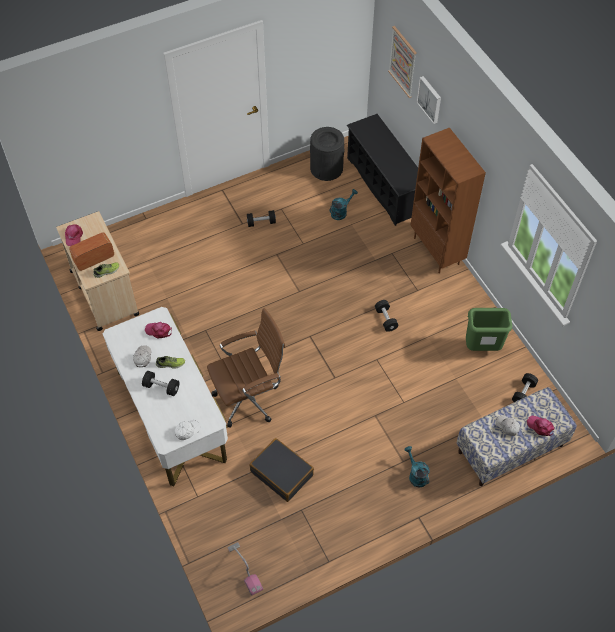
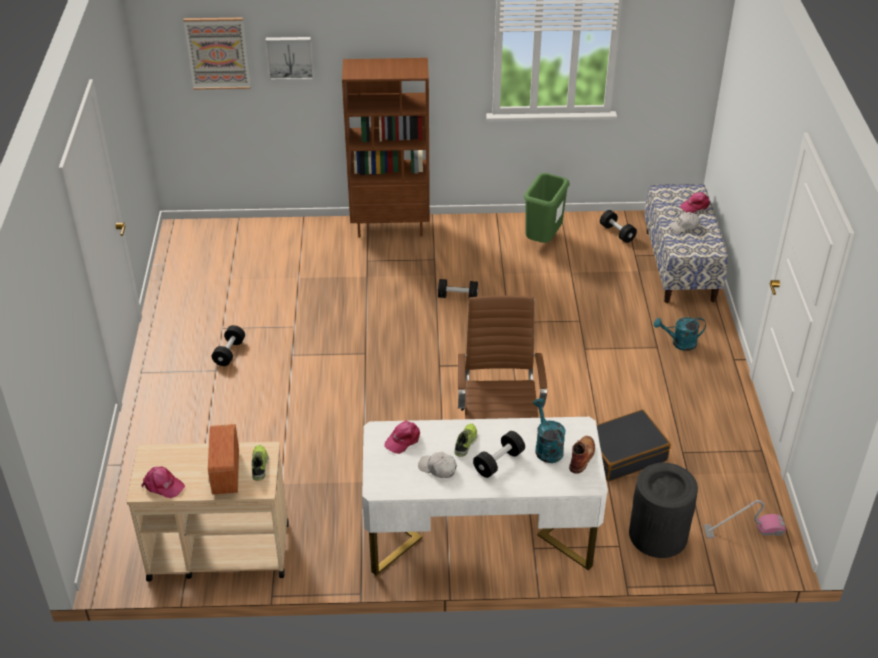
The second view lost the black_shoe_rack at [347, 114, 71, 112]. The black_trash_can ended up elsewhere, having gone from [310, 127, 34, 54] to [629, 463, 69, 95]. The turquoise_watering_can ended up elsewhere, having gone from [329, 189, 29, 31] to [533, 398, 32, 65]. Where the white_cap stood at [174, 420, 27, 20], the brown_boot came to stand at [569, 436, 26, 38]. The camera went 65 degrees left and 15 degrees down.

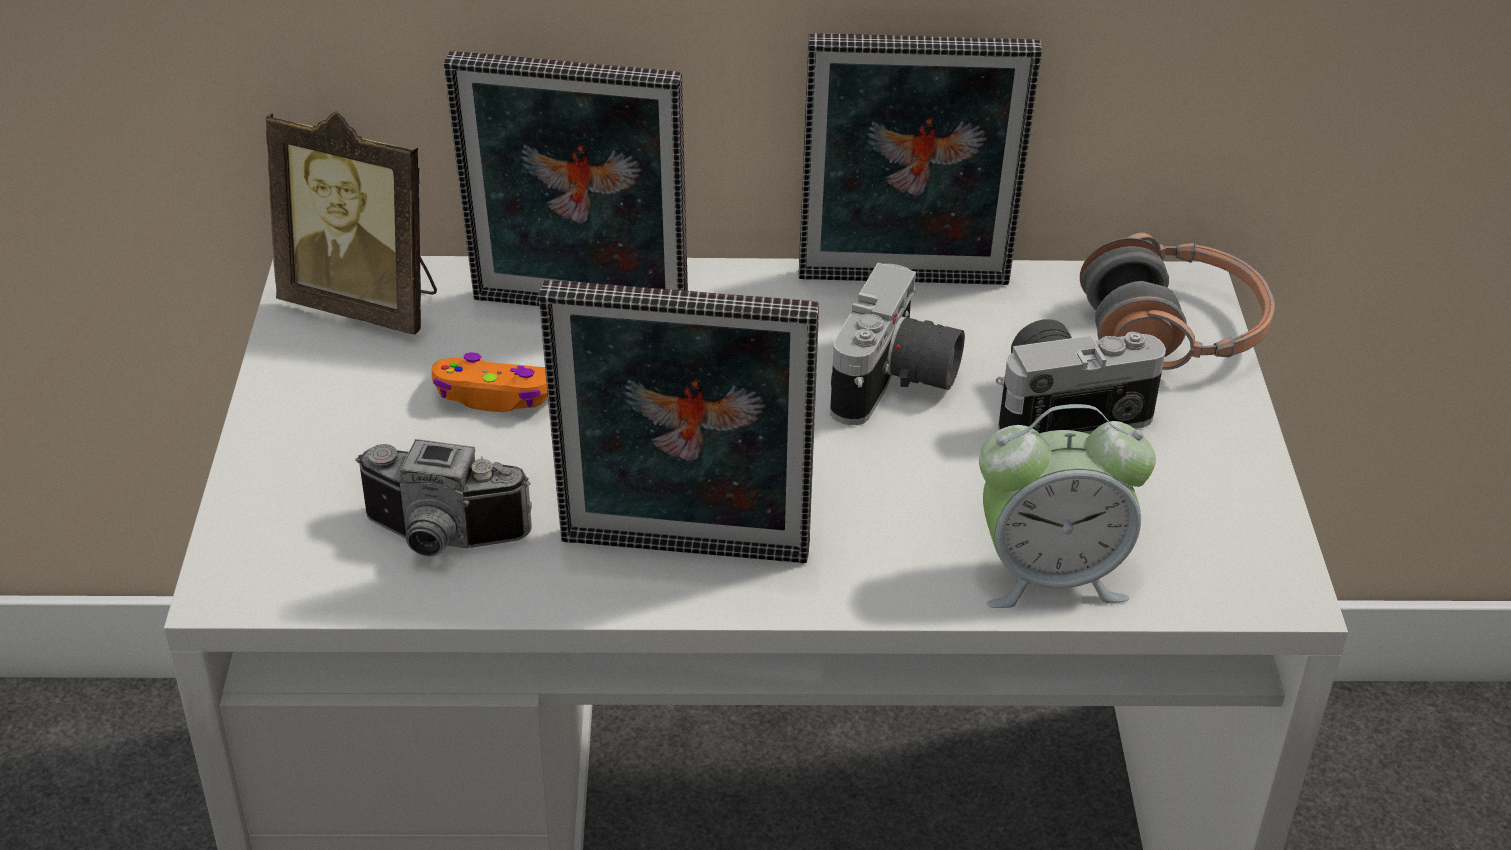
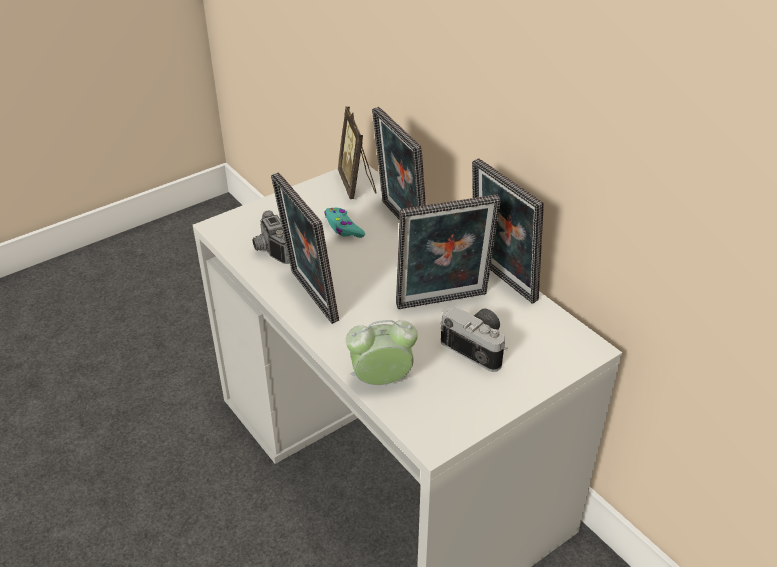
The second view lost the headphones at [1080, 233, 195, 137]. Where the photo_camera stood at [830, 263, 135, 162], the picture_frame came to stand at [396, 195, 105, 114]. What was the orange_game_controller at [432, 352, 116, 60] turned into the turquoise_game_controller at [324, 208, 41, 30]. The alarm_clock at [979, 404, 177, 204] ended up facing another way, 120 degrees clockwise from before. The camera went 55 degrees right and 0 degrees up.

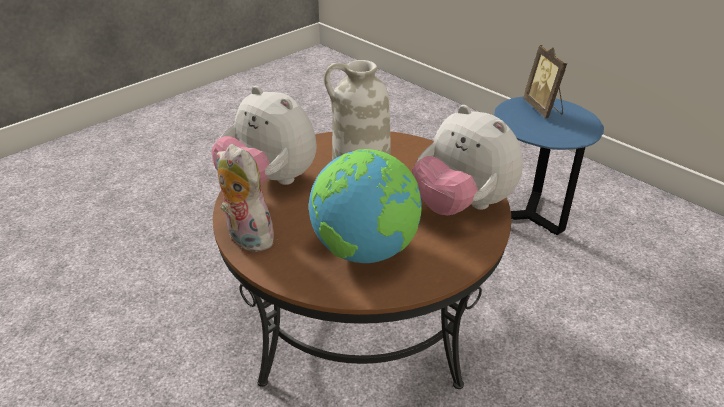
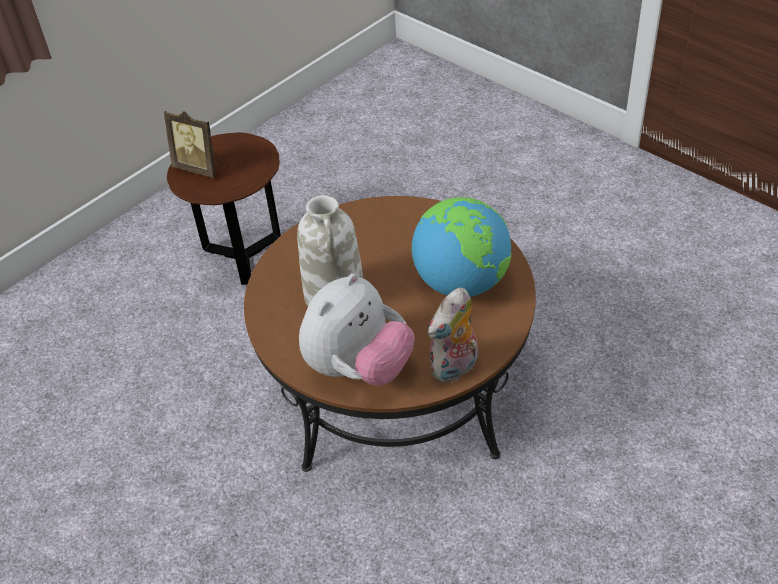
The picture_frame at [523, 45, 44, 73] ended up facing another way, 45 degrees clockwise from before. What was the blue_side_table at [494, 96, 110, 139] turned into the brown_side_table at [167, 132, 114, 153]. The second view lost the plush_toy at [412, 105, 111, 110]. The camera went 90 degrees left and 10 degrees up.

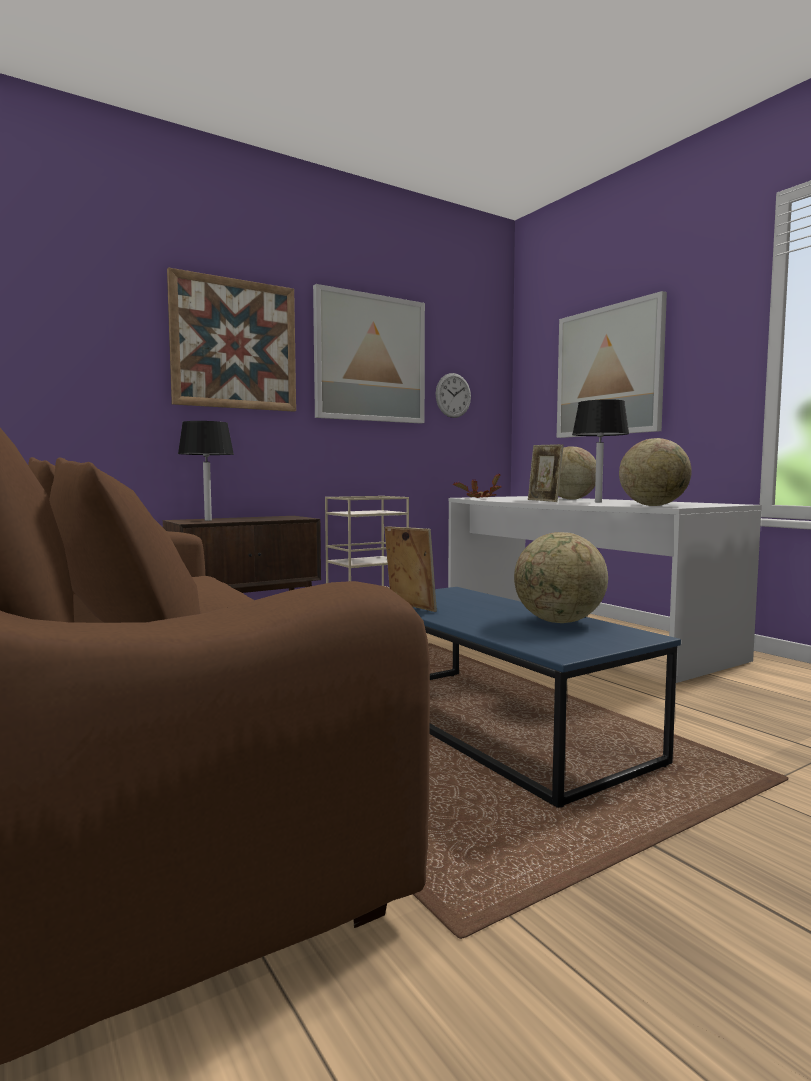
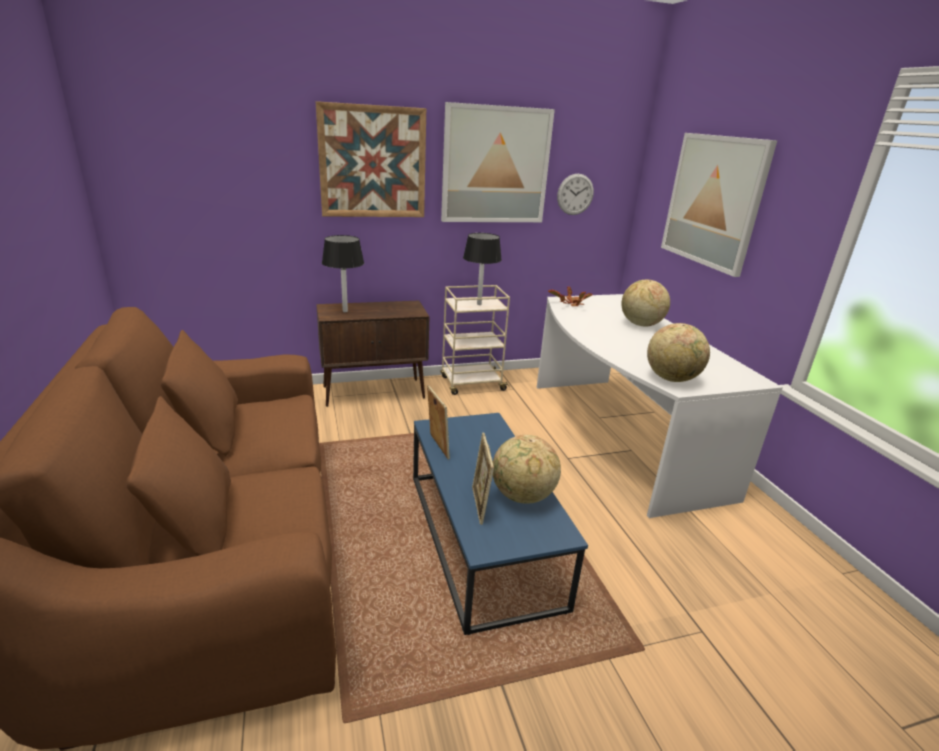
The black_table_lamp ended up elsewhere, having gone from [572, 399, 57, 104] to [463, 233, 39, 72]. The picture_frame ended up elsewhere, having gone from [528, 444, 36, 58] to [472, 433, 22, 92]. The camera went 15 degrees right and 20 degrees up.

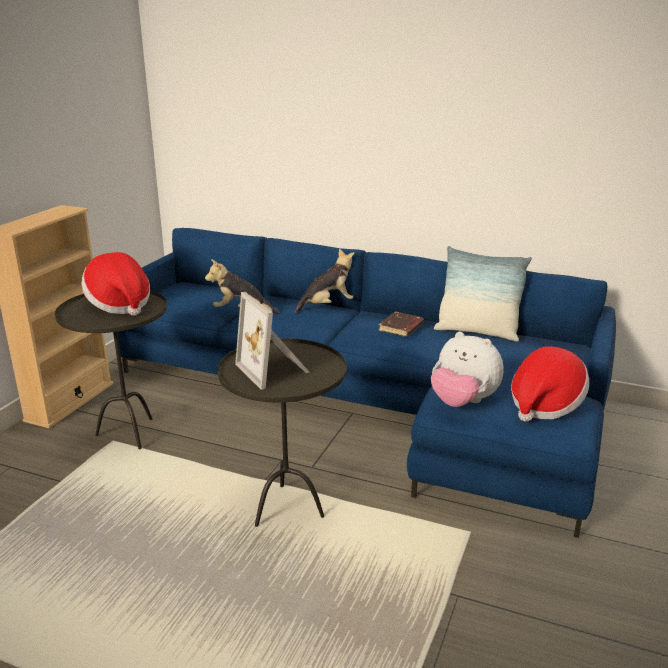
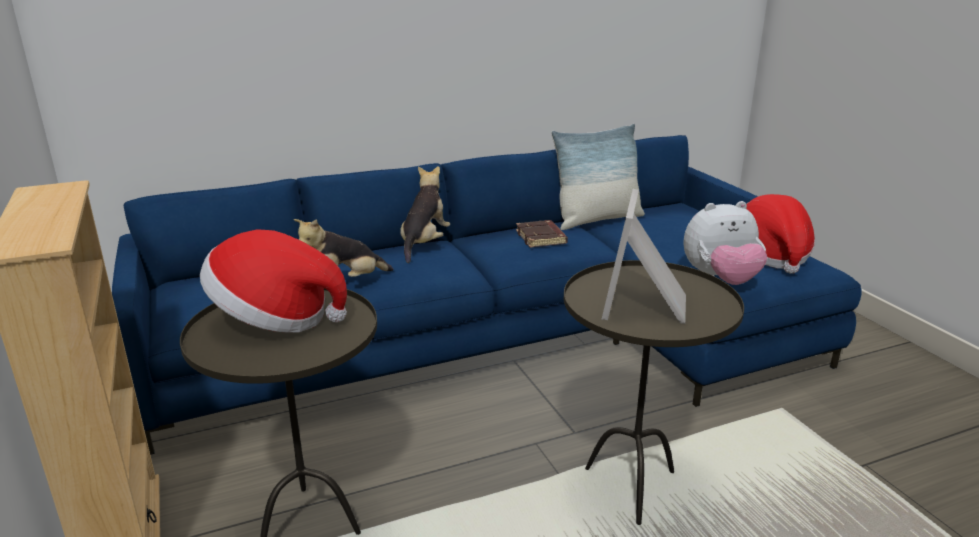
The picture_frame at [235, 292, 75, 98] ended up facing another way, 90 degrees clockwise from before. The camera went 45 degrees left and 0 degrees up.

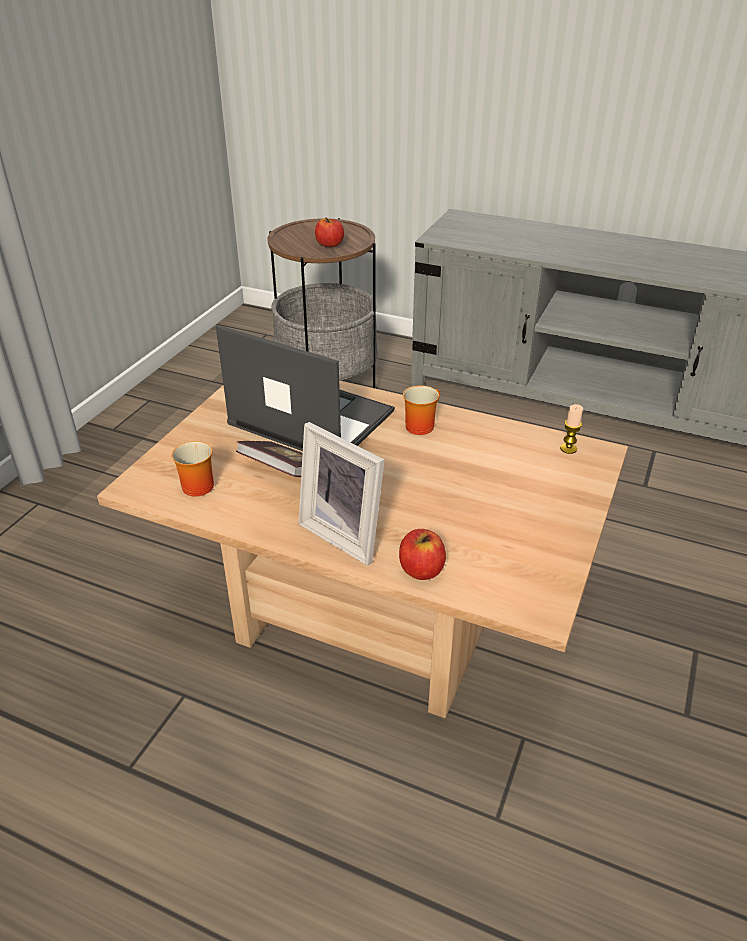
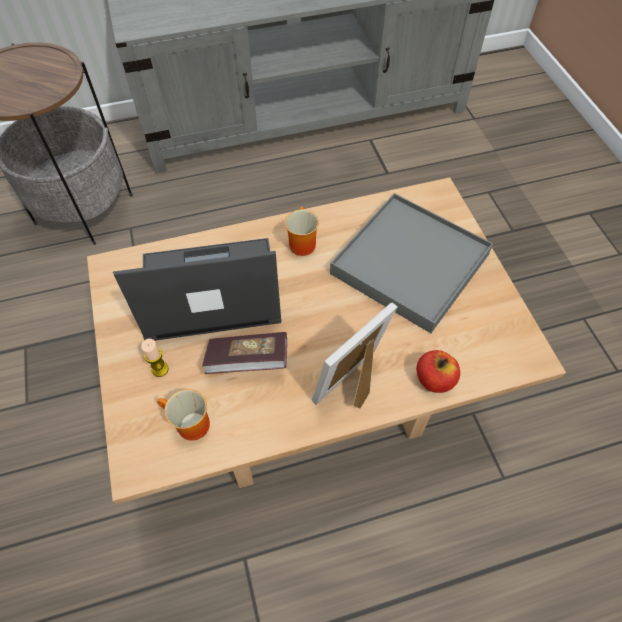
The second view lost the apple at [315, 217, 29, 30]. The candle ended up elsewhere, having gone from [560, 404, 23, 50] to [141, 339, 28, 38]. The picture_frame at [298, 422, 86, 143] ended up facing another way, 135 degrees clockwise from before. The second view gained the grey_tray at [330, 193, 163, 140]. The camera went 40 degrees left and 20 degrees up.

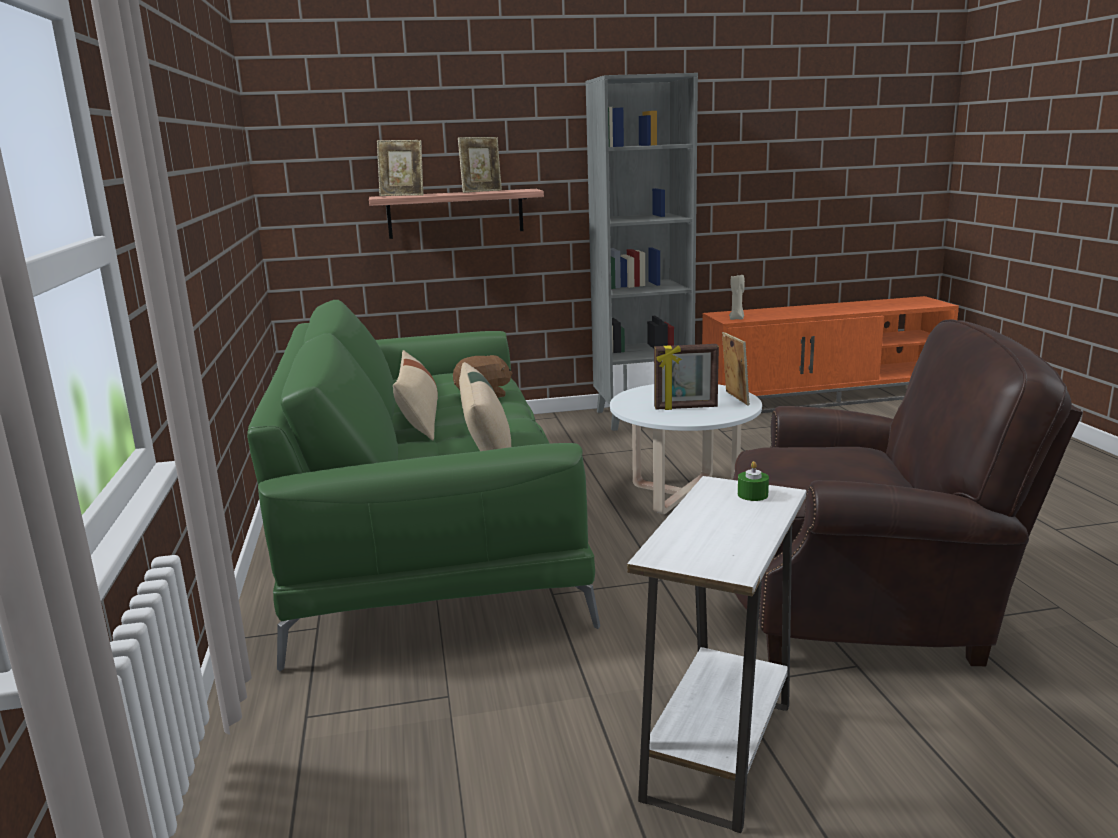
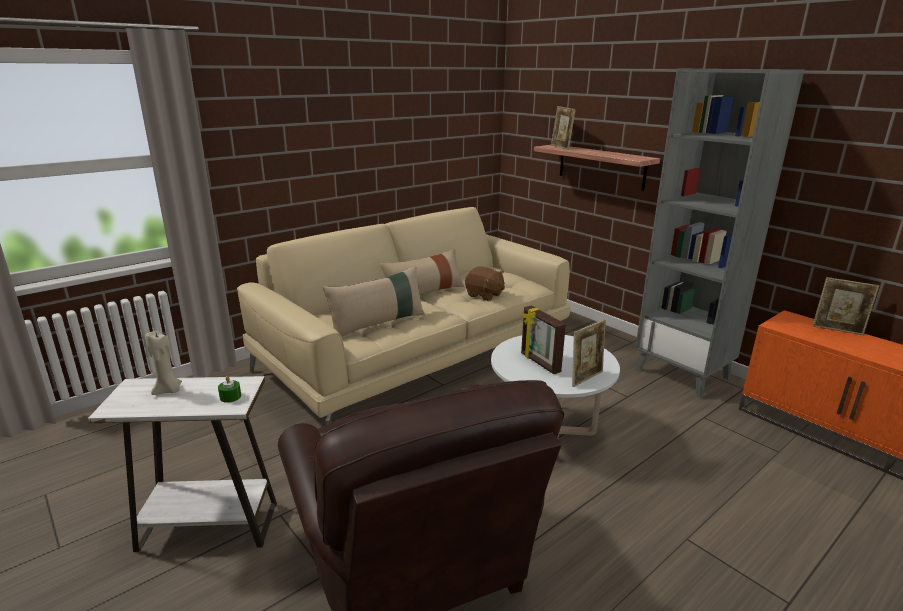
The picture_frame ended up elsewhere, having gone from [458, 137, 44, 56] to [813, 277, 66, 58]. The beige_candle ended up elsewhere, having gone from [729, 275, 16, 45] to [145, 331, 37, 64]. What was the green_sofa at [247, 300, 353, 372] turned into the beige_sofa at [237, 207, 333, 218]. The camera went 60 degrees right and 5 degrees up.

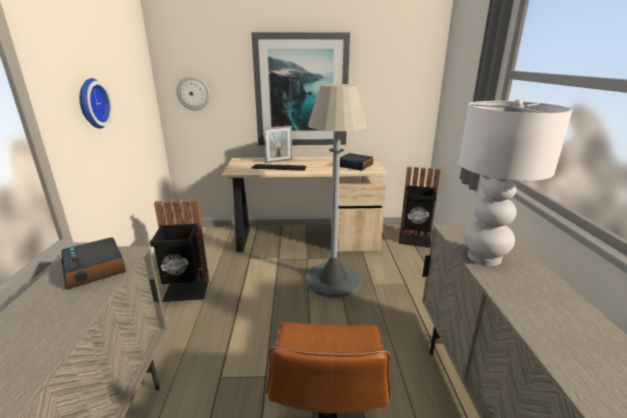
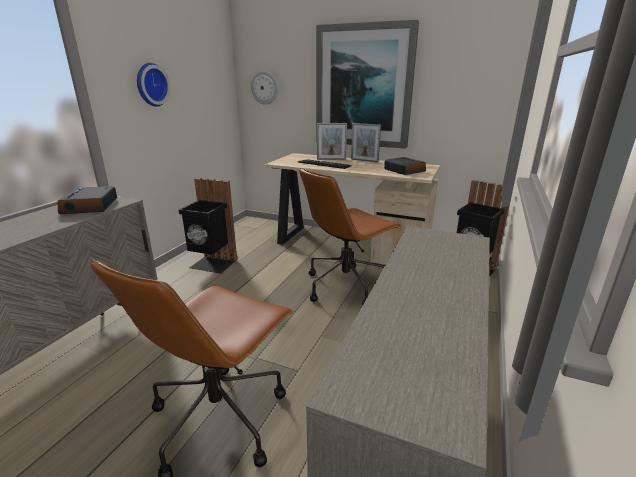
Where the grey_floor_lamp stood at [305, 84, 62, 213], the brown_office_chair came to stand at [299, 168, 102, 138]. The second view lost the white_table_lamp at [459, 99, 113, 167]. The second view gained the picture_frame at [351, 123, 30, 40]. The camera went 25 degrees right and 0 degrees up.

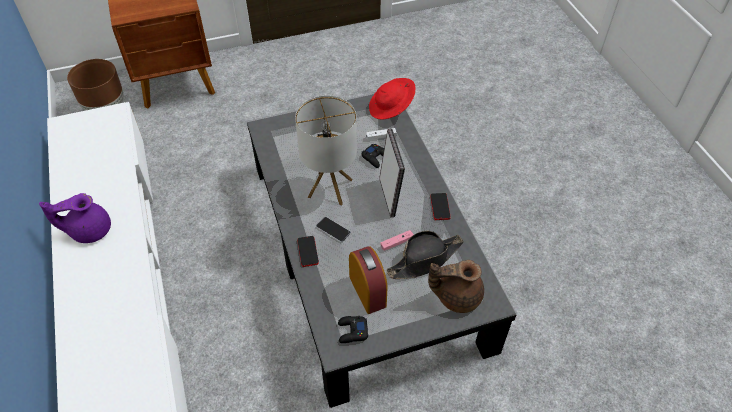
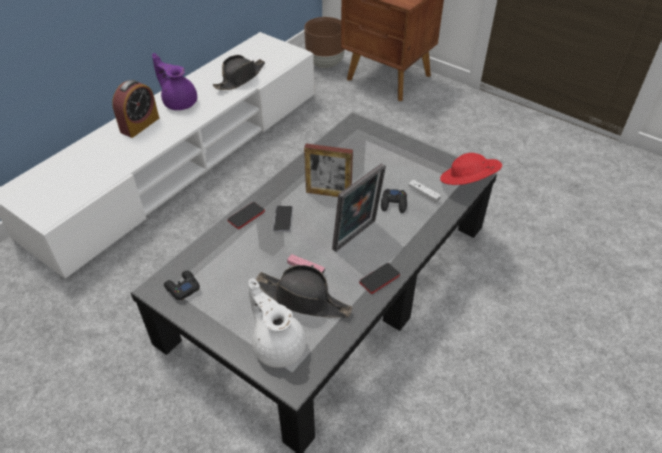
Where the table_lamp stood at [295, 96, 62, 109], the picture_frame came to stand at [304, 144, 49, 53]. The alarm_clock ended up elsewhere, having gone from [349, 246, 38, 68] to [112, 80, 47, 58]. What was the brown_teapot at [428, 260, 56, 53] turned into the white_teapot at [248, 278, 58, 90]. The second view gained the black_hat at [213, 55, 52, 35]. The camera went 55 degrees right and 5 degrees down.

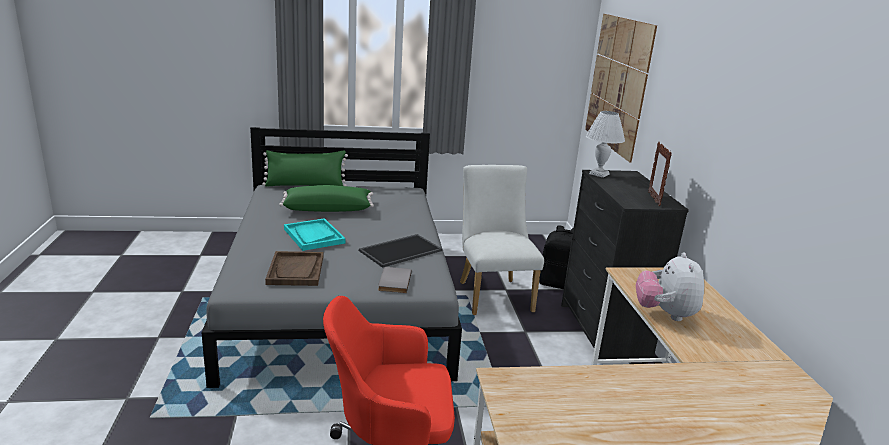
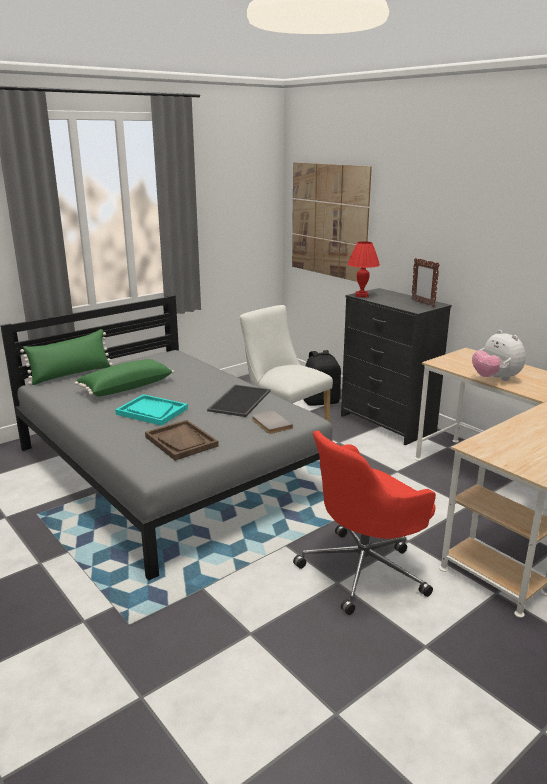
What was the white_table_lamp at [586, 111, 39, 67] turned into the red_table_lamp at [347, 241, 33, 56]. The camera went 30 degrees left and 0 degrees up.

